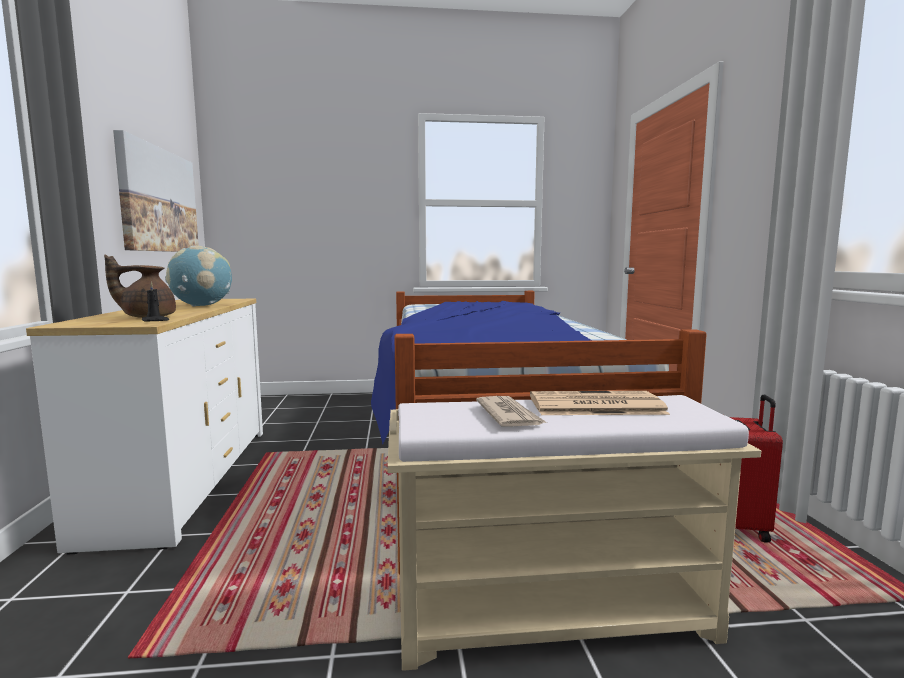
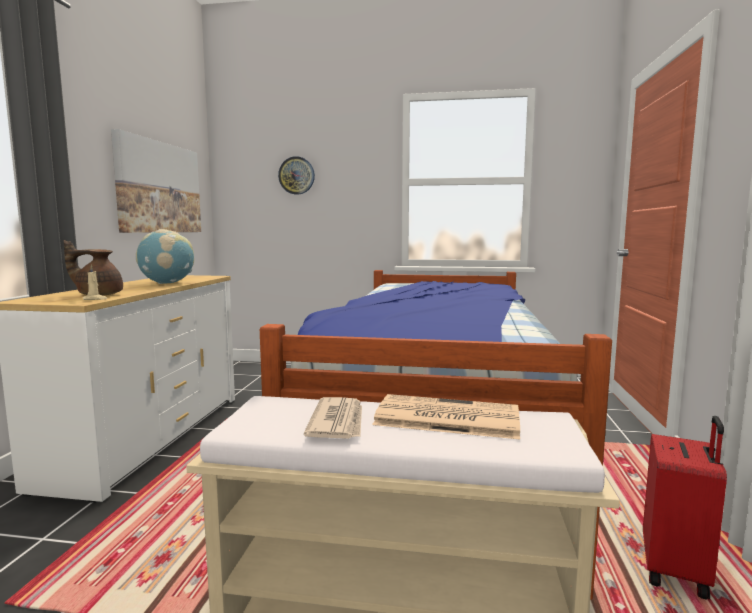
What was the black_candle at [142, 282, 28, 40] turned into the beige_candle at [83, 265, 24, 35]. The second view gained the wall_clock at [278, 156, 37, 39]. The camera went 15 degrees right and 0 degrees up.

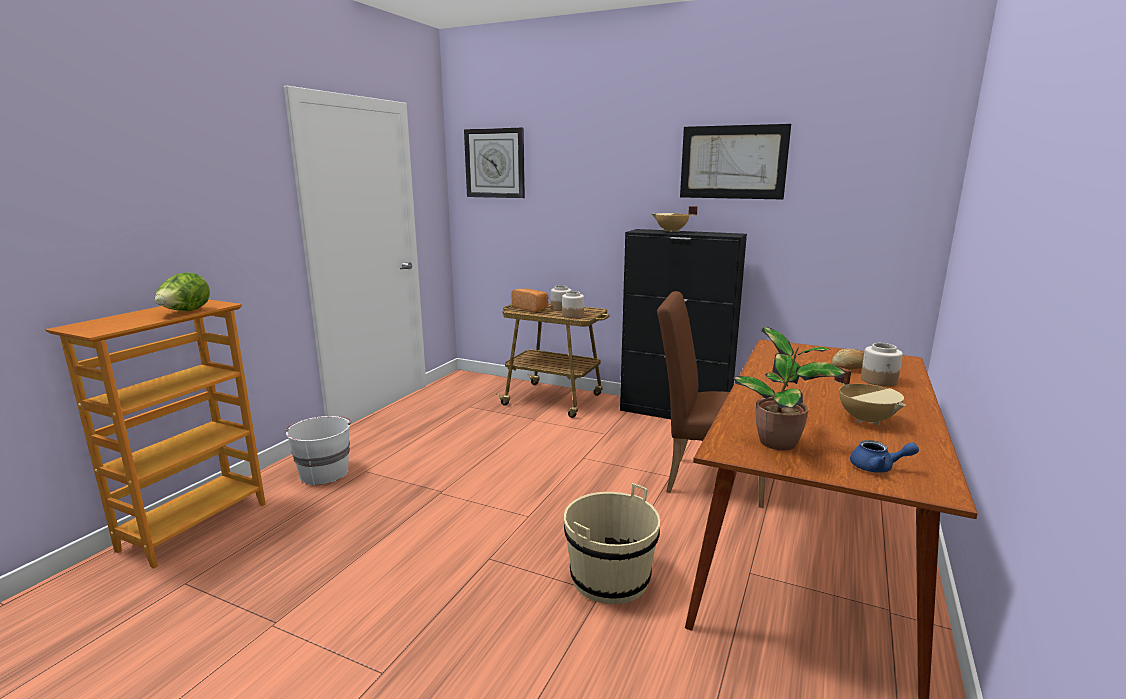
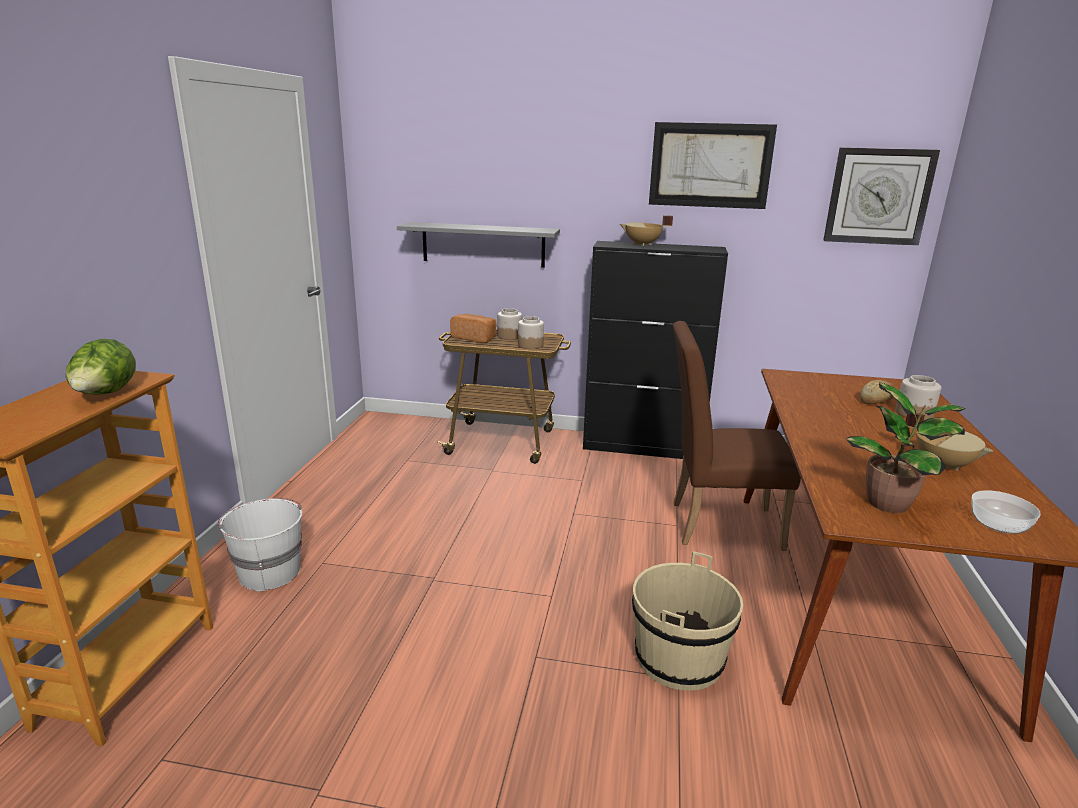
The wall_clock ended up elsewhere, having gone from [464, 128, 61, 70] to [823, 147, 117, 99]. Where the blue_teapot stood at [850, 440, 69, 33], the bowl came to stand at [971, 490, 70, 44]. The second view gained the grey_shelf at [397, 222, 163, 46]. The camera went 15 degrees left and 5 degrees up.

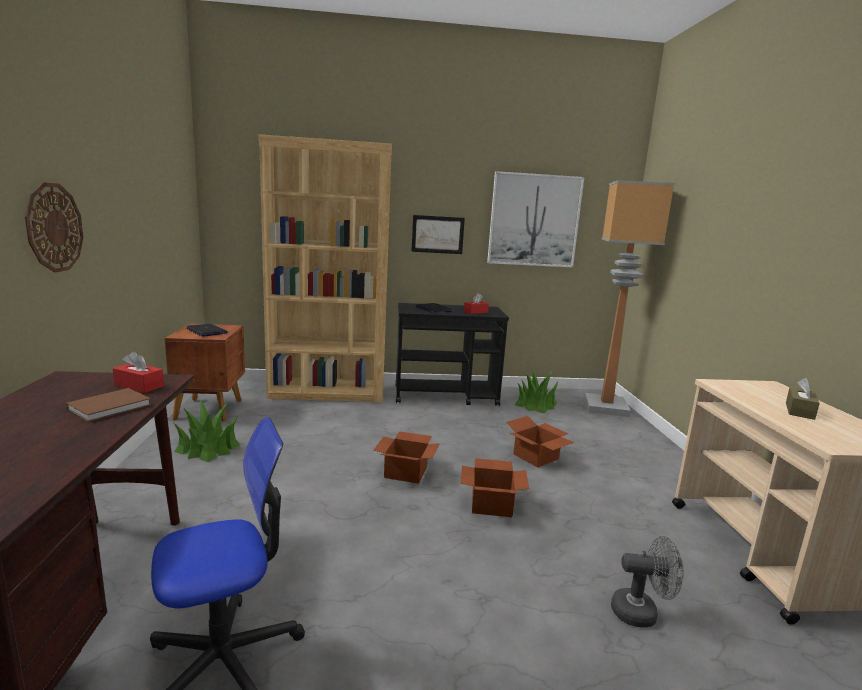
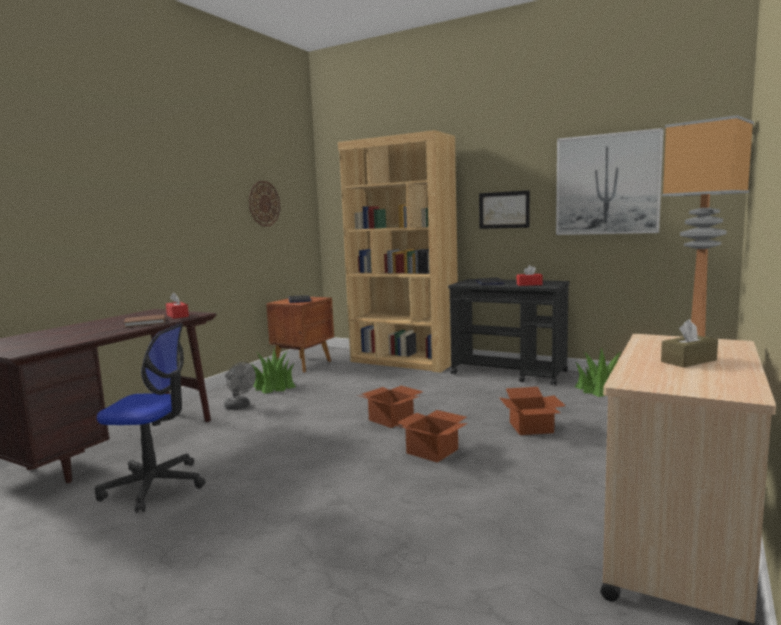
The wall_clock ended up elsewhere, having gone from [25, 182, 58, 91] to [249, 181, 31, 45]. The grey_fan ended up elsewhere, having gone from [611, 536, 73, 92] to [224, 362, 32, 48]. The camera went 35 degrees right and 5 degrees down.

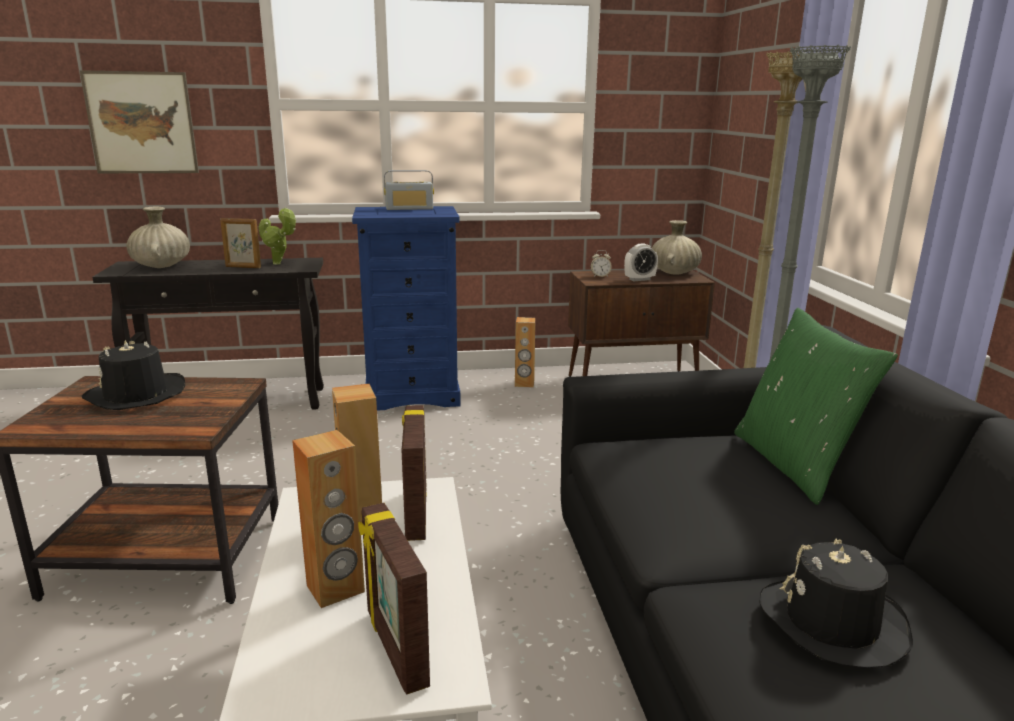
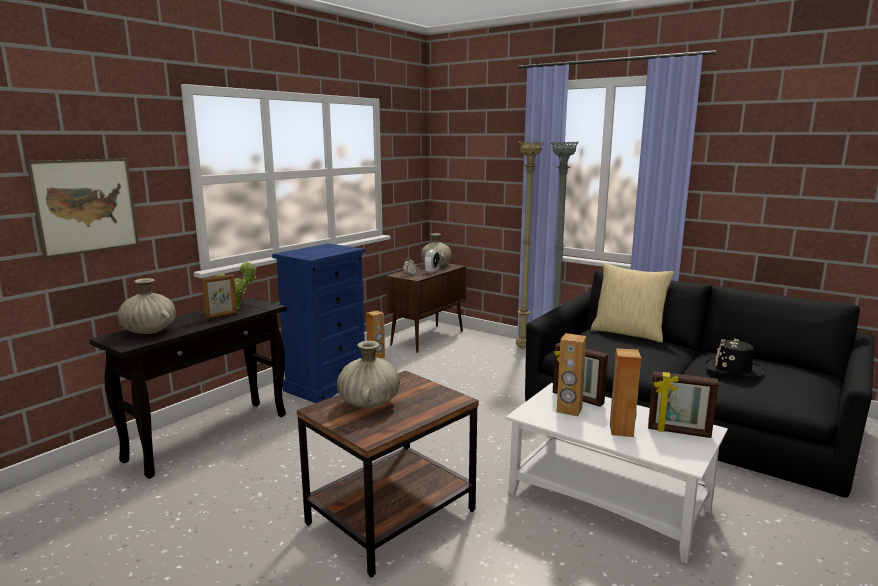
The second view lost the radio at [384, 170, 50, 40]. What was the green_pillow at [734, 308, 164, 197] turned into the beige_pillow at [591, 263, 83, 80]. Where the black_hat stood at [81, 340, 104, 70], the beige_vase came to stand at [337, 341, 63, 67]. The camera went 45 degrees left and 5 degrees down.

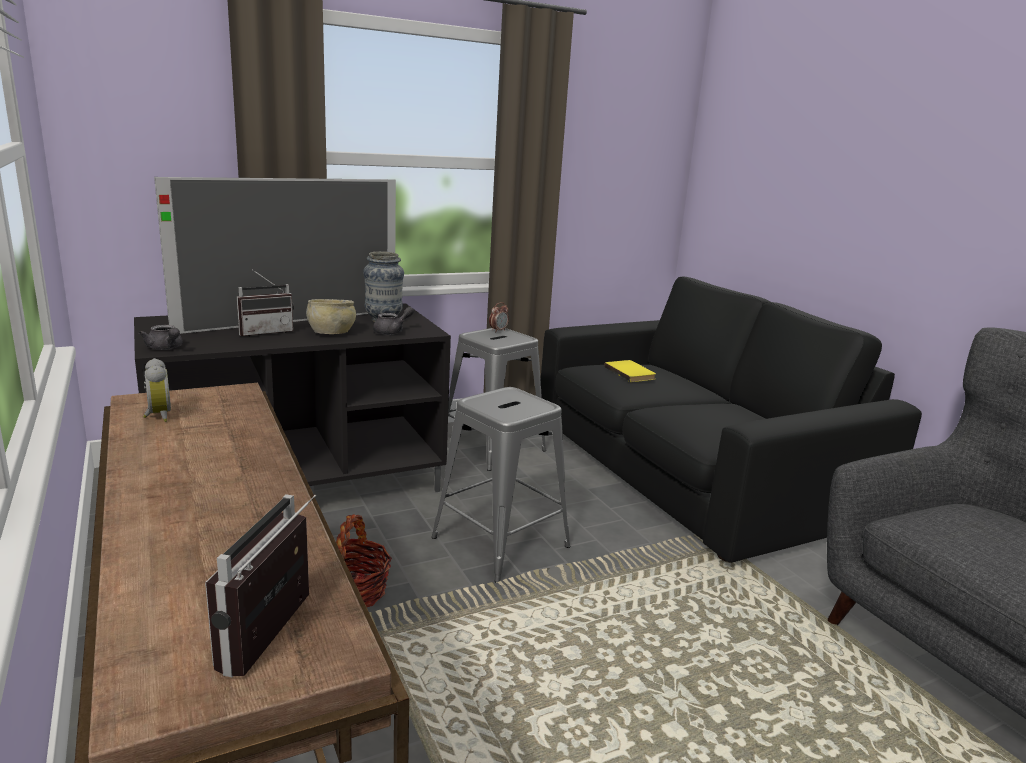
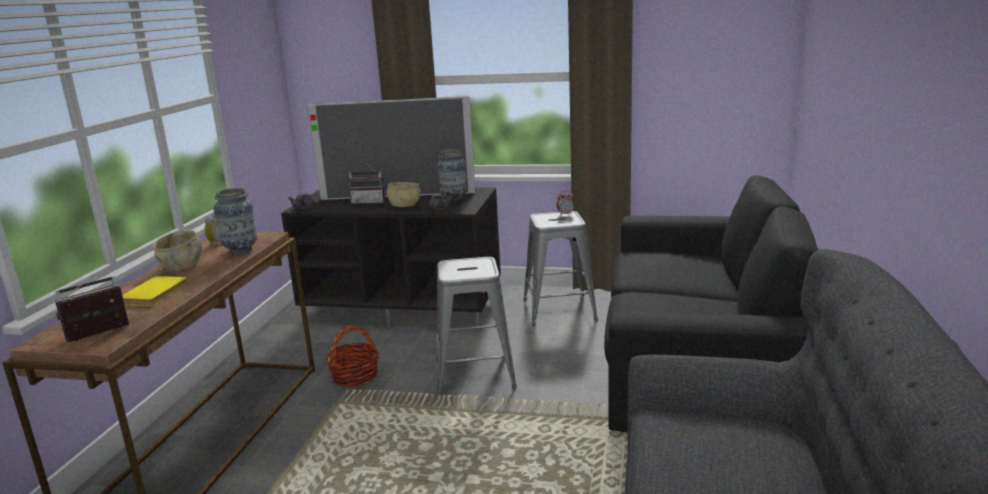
The yellow_book ended up elsewhere, having gone from [604, 360, 52, 22] to [123, 276, 65, 30]. The second view gained the vase at [213, 188, 44, 67]. The second view gained the beige_bowl at [153, 230, 49, 41]. The camera went 40 degrees right and 0 degrees up.

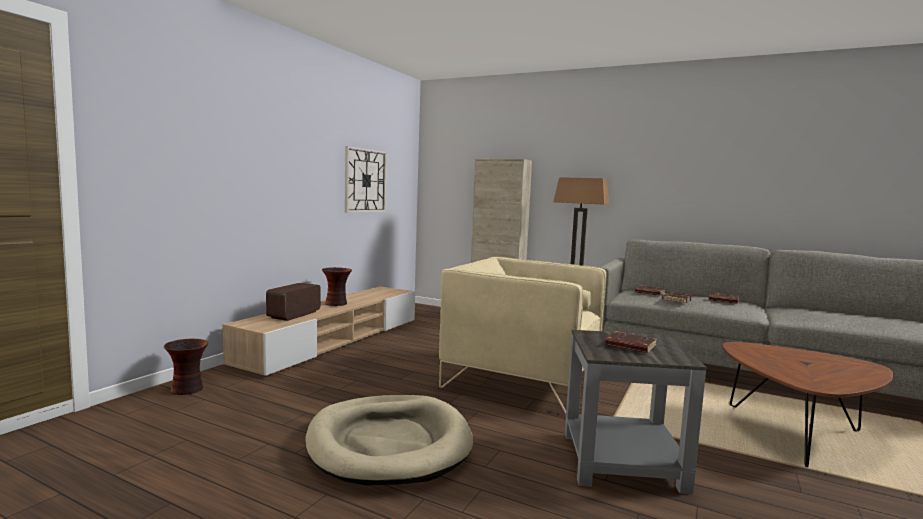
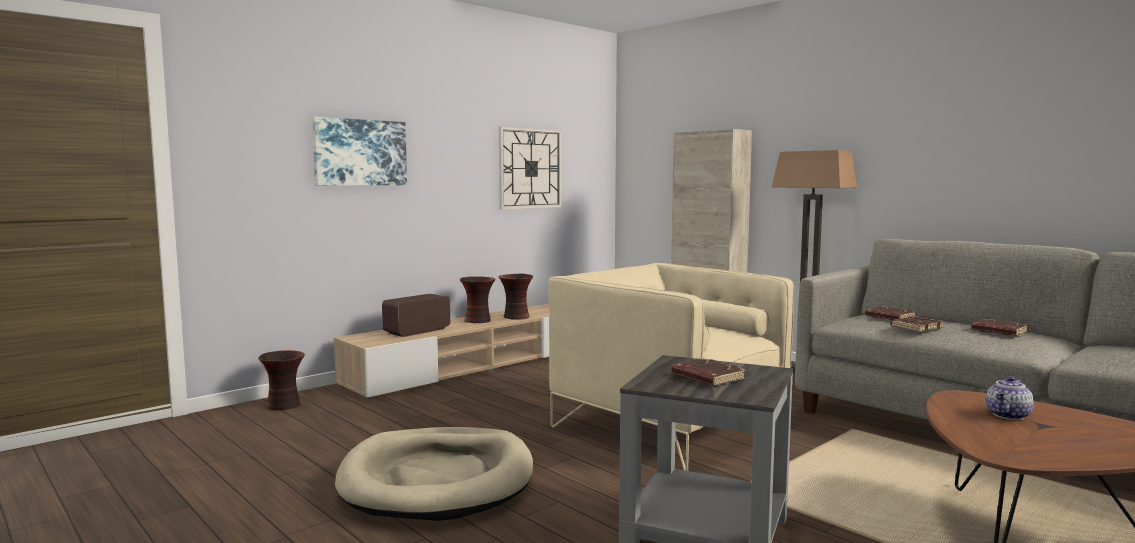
The second view gained the picture at [312, 117, 95, 69]. The second view gained the vase at [499, 274, 34, 46]. The second view gained the teapot at [986, 376, 48, 44]. The camera went 20 degrees right and 0 degrees up.

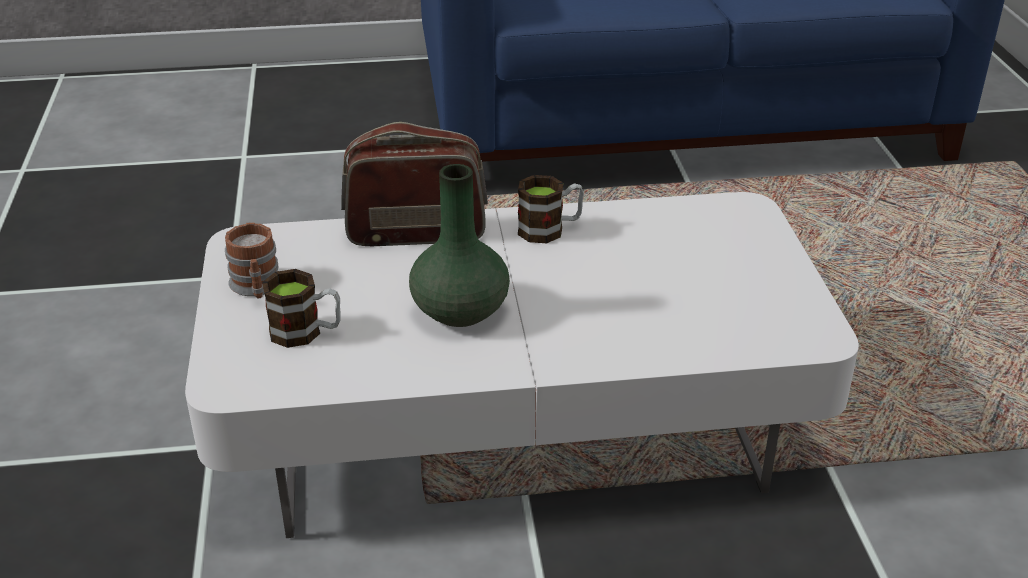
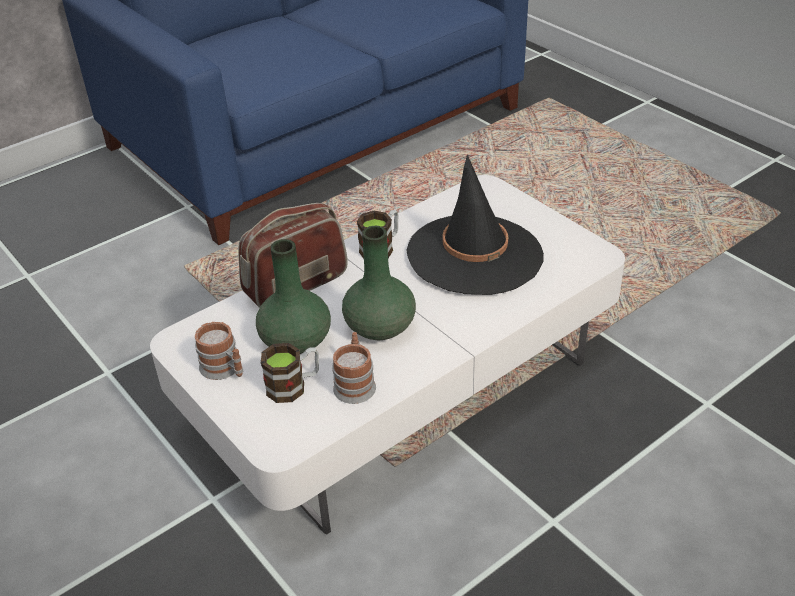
The second view gained the black_hat at [406, 154, 138, 141]. The second view gained the green_vase at [256, 239, 75, 115]. The second view gained the mug at [332, 332, 44, 72]. The camera went 30 degrees left and 5 degrees up.

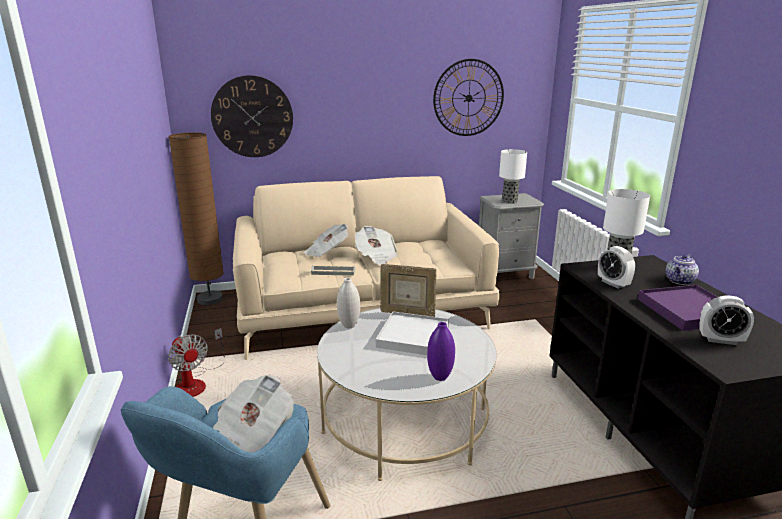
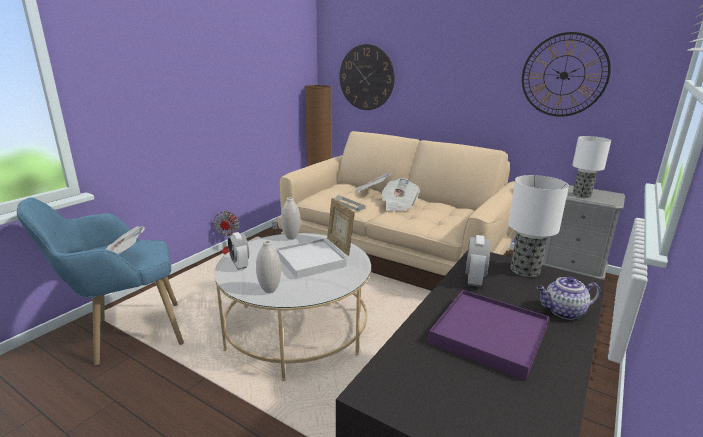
The alarm_clock ended up elsewhere, having gone from [700, 295, 54, 50] to [228, 232, 21, 38]. What was the purple_vase at [427, 322, 28, 59] turned into the white_vase at [256, 240, 25, 53]. The camera went 45 degrees right and 0 degrees up.

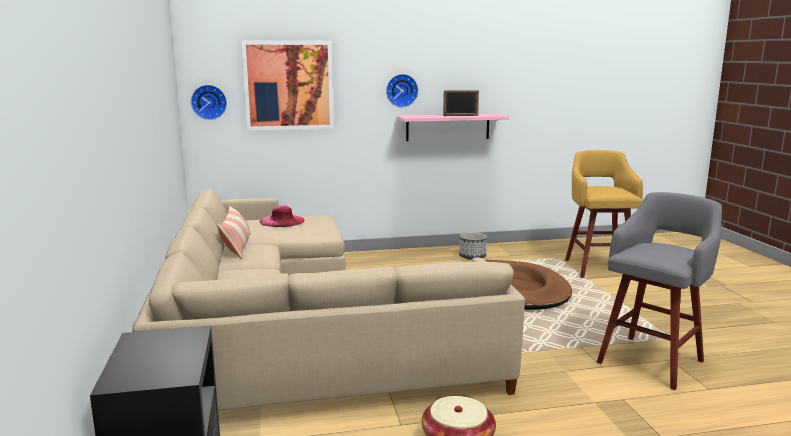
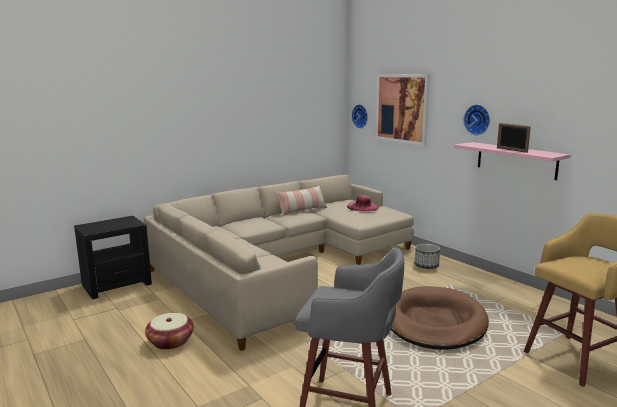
The planter ended up elsewhere, having gone from [459, 232, 28, 28] to [415, 244, 25, 25]. The camera went 65 degrees right and 0 degrees up.

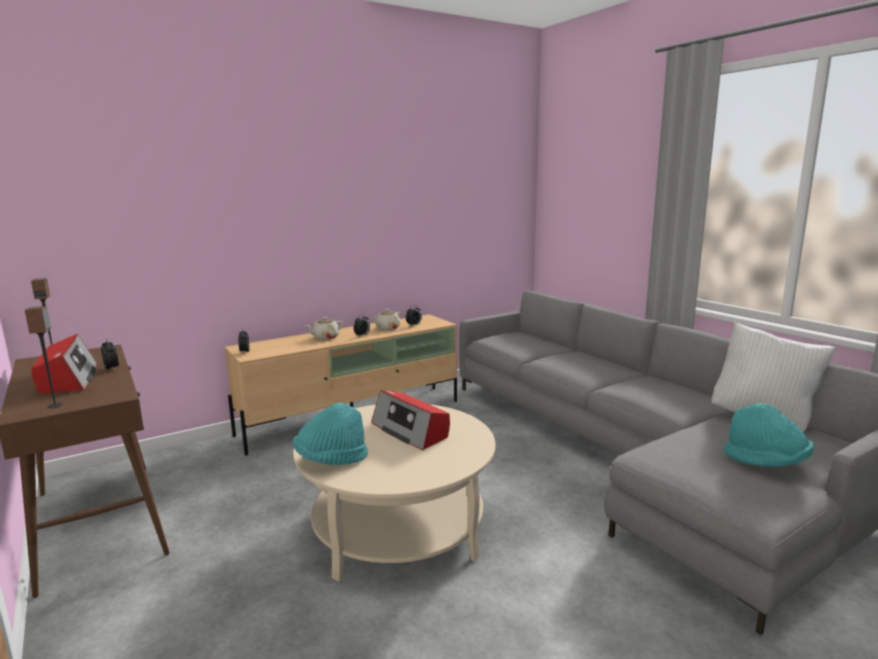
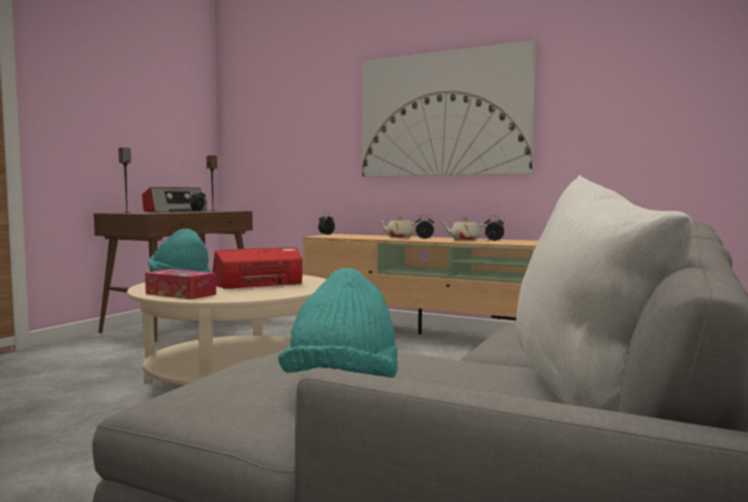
The radio at [371, 390, 79, 60] ended up facing another way, 45 degrees clockwise from before. The second view gained the picture at [362, 40, 174, 137]. The second view gained the tissue_box at [145, 269, 71, 30]. The camera went 60 degrees right and 10 degrees down.

